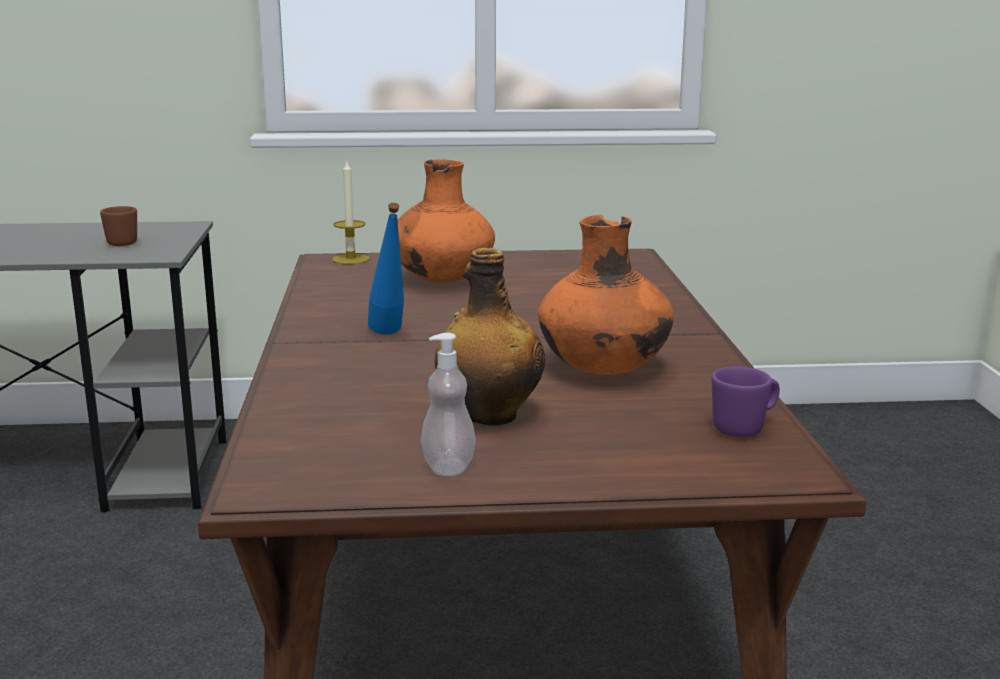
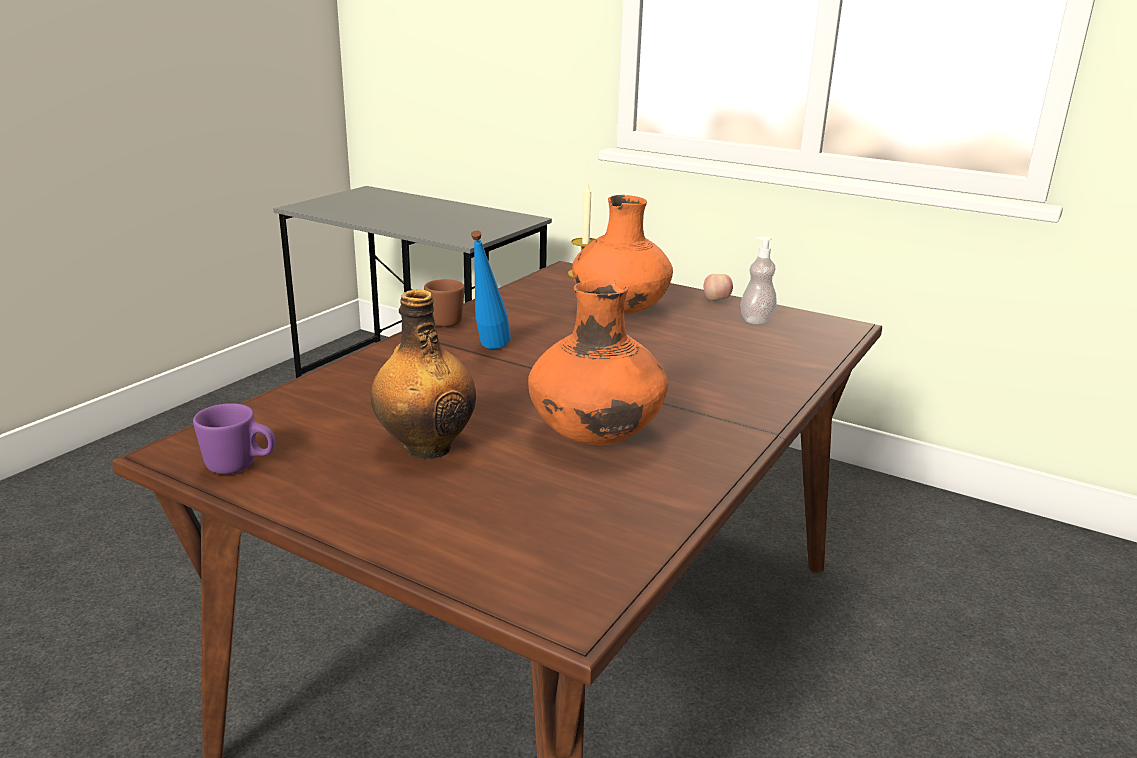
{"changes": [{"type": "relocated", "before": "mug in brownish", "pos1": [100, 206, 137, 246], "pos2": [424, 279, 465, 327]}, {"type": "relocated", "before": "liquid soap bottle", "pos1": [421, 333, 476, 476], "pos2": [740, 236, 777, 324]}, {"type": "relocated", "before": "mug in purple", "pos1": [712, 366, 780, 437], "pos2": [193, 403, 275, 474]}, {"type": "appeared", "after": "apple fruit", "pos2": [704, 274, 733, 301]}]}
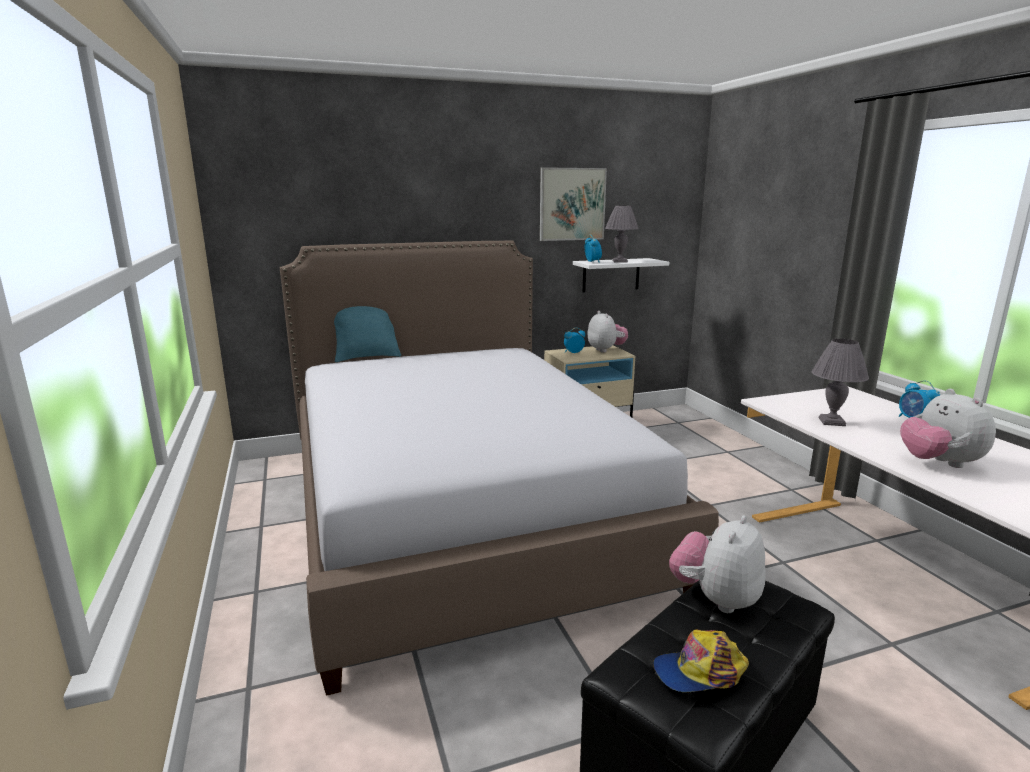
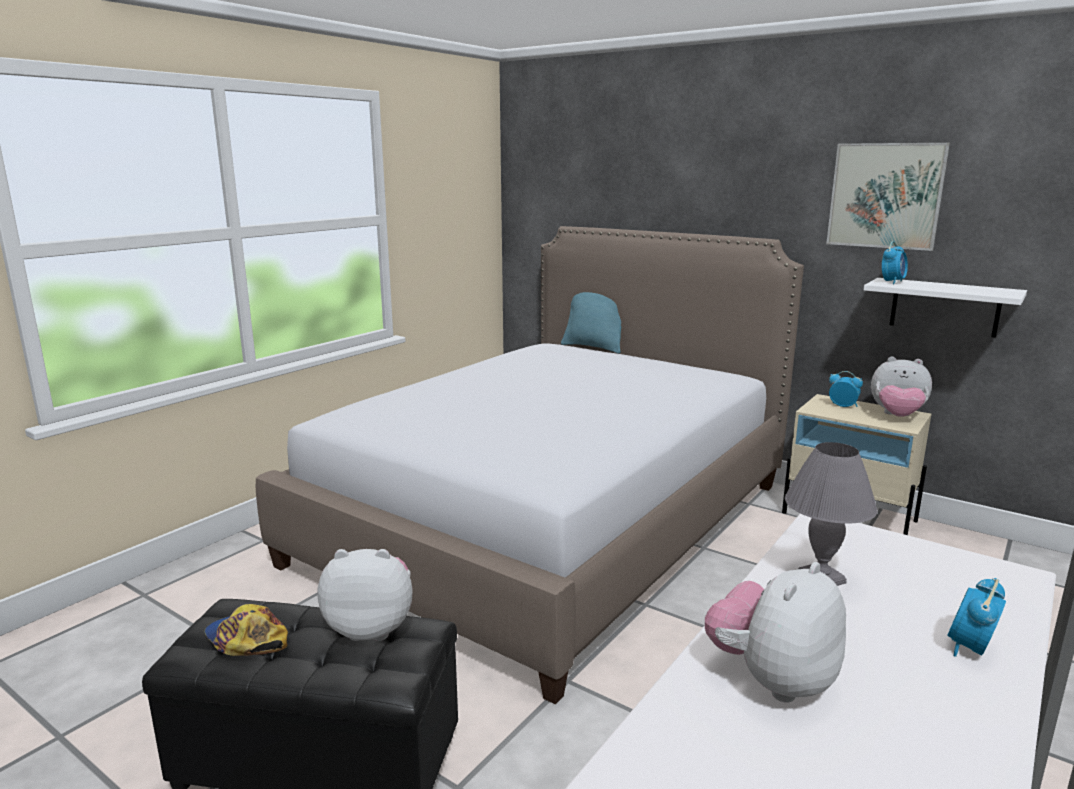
{"changes": [{"type": "spun", "before": "plush toy", "pos1": [587, 311, 628, 353], "pos2": [871, 357, 932, 417], "turn": 75}, {"type": "missing", "before": "table lamp in gray", "pos1": [605, 206, 639, 262]}]}
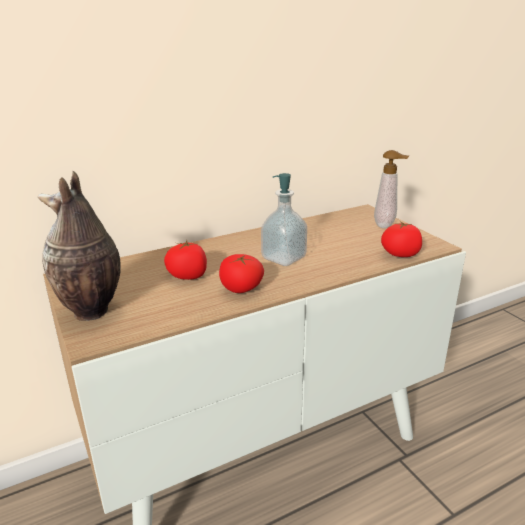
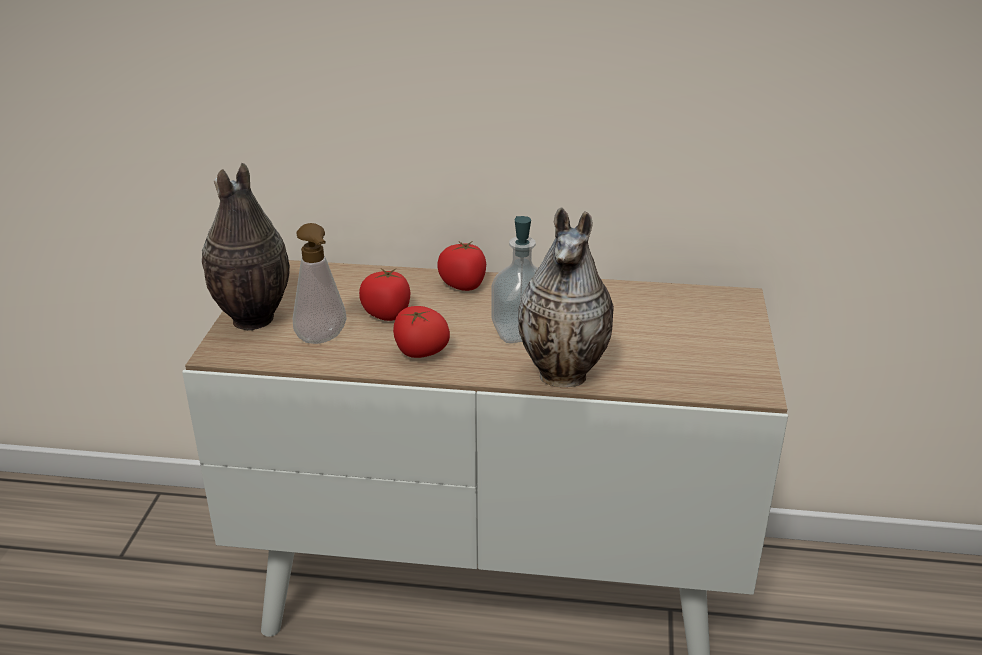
{"changes": [{"type": "relocated", "before": "liquid soap bottle", "pos1": [374, 150, 409, 228], "pos2": [293, 223, 347, 344]}, {"type": "relocated", "before": "whole tomato", "pos1": [381, 221, 422, 257], "pos2": [437, 241, 486, 291]}, {"type": "appeared", "after": "flower vase", "pos2": [518, 207, 614, 387]}]}
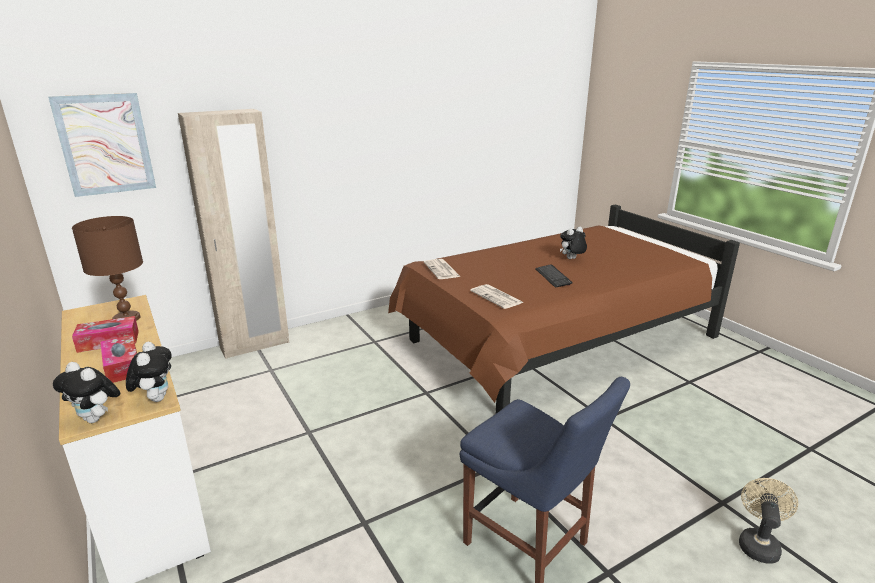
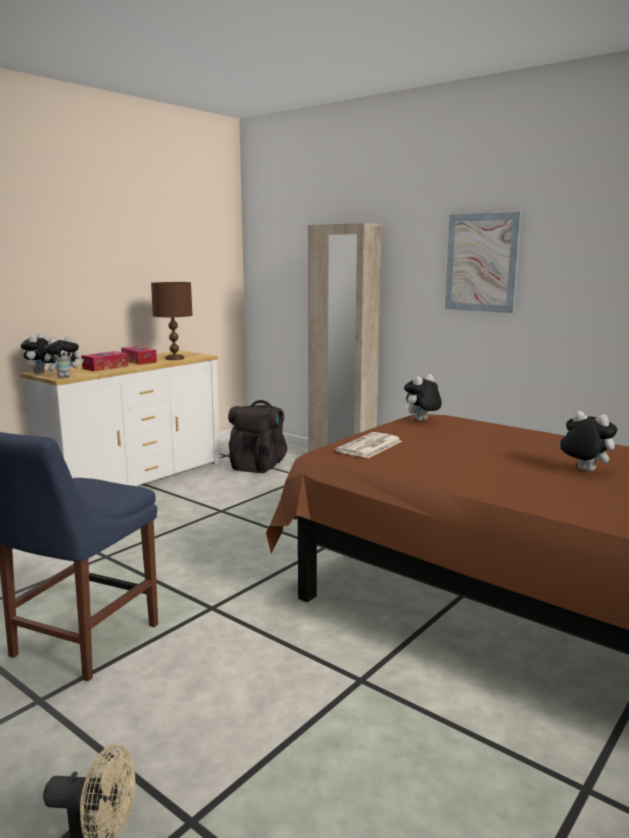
{"changes": [{"type": "relocated", "before": "wall picture", "pos1": [48, 93, 156, 197], "pos2": [445, 212, 521, 313]}, {"type": "exchanged", "before": "daily paper", "after": "plush toy", "pos1": [424, 259, 461, 279], "pos2": [404, 374, 442, 421]}, {"type": "missing", "before": "computer keyboard", "pos1": [535, 264, 573, 288]}, {"type": "appeared", "after": "rucksack in blackish", "pos2": [228, 400, 287, 473]}]}
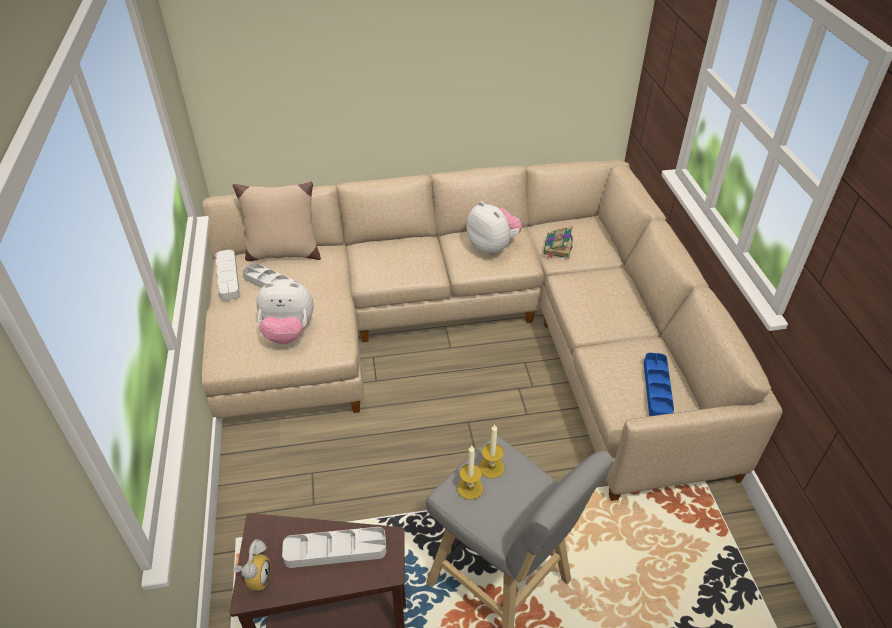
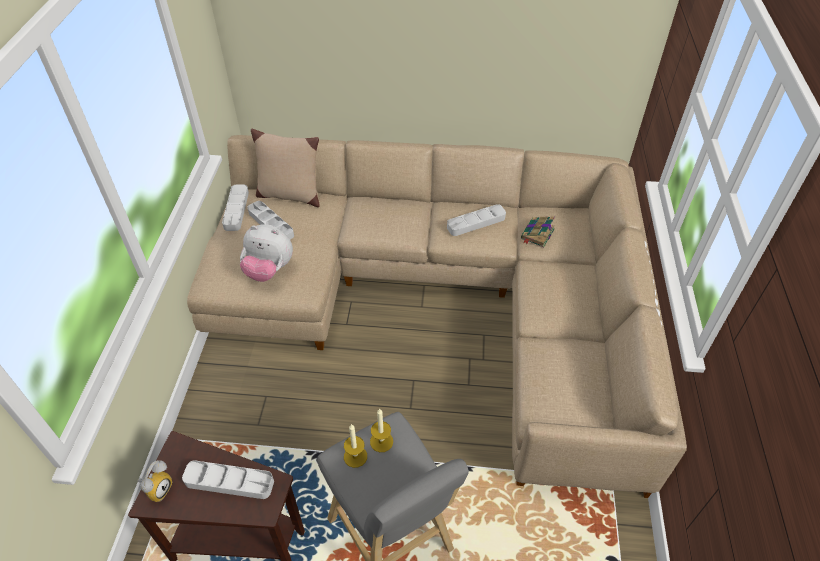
{"changes": [{"type": "exchanged", "before": "plush toy", "after": "carrying tray in gray", "pos1": [467, 201, 522, 255], "pos2": [447, 204, 506, 236]}, {"type": "missing", "before": "carrying tray in blue", "pos1": [644, 353, 674, 416]}]}
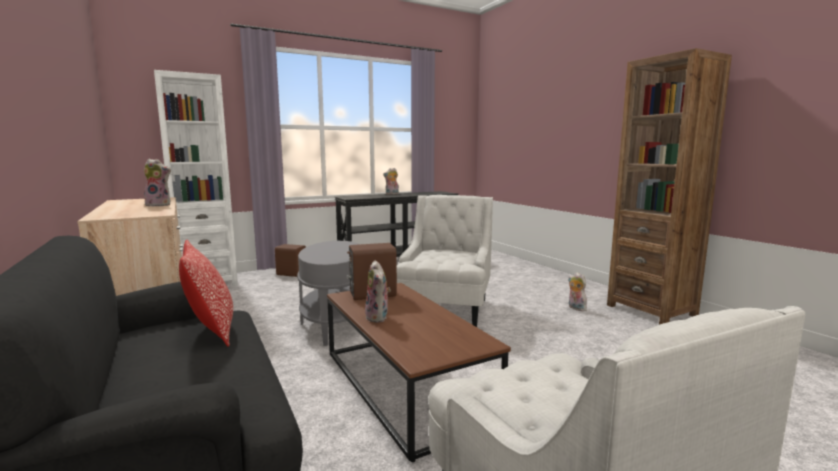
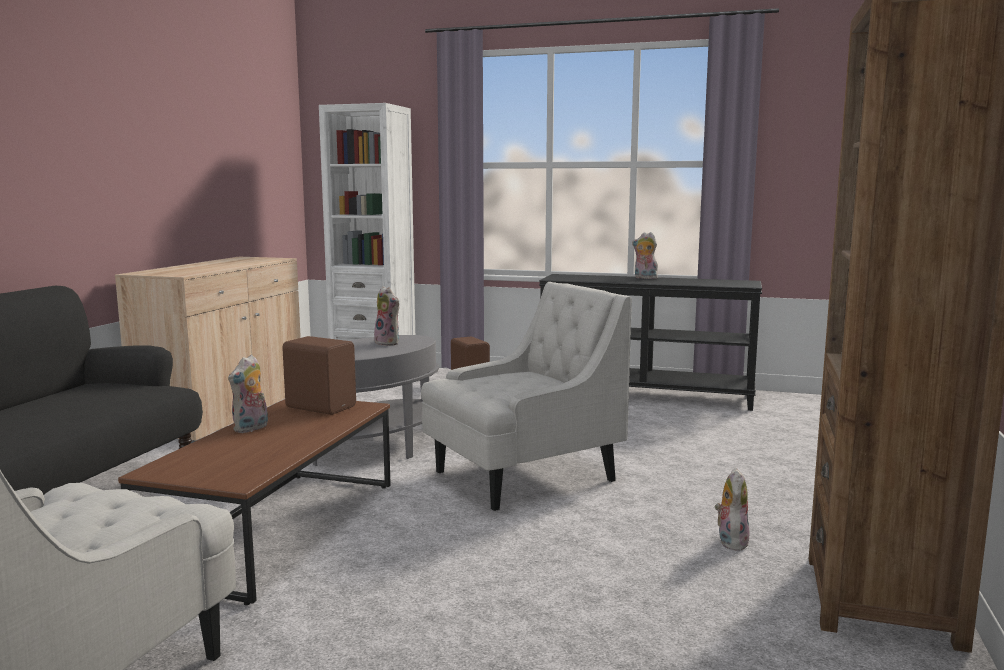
{"changes": [{"type": "relocated", "before": "plush toy", "pos1": [144, 159, 171, 206], "pos2": [374, 286, 399, 346]}, {"type": "missing", "before": "cushion", "pos1": [179, 240, 233, 347]}]}
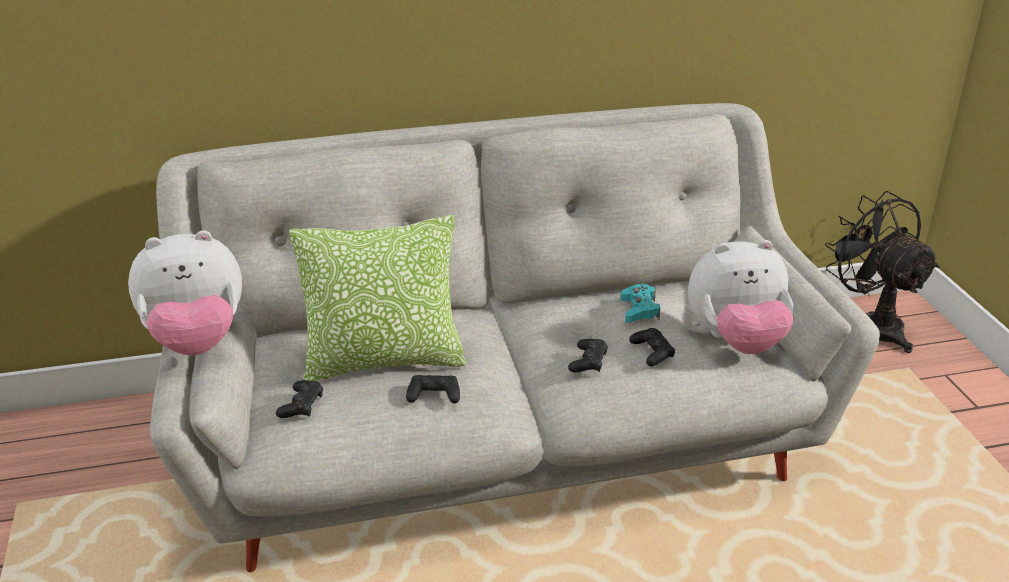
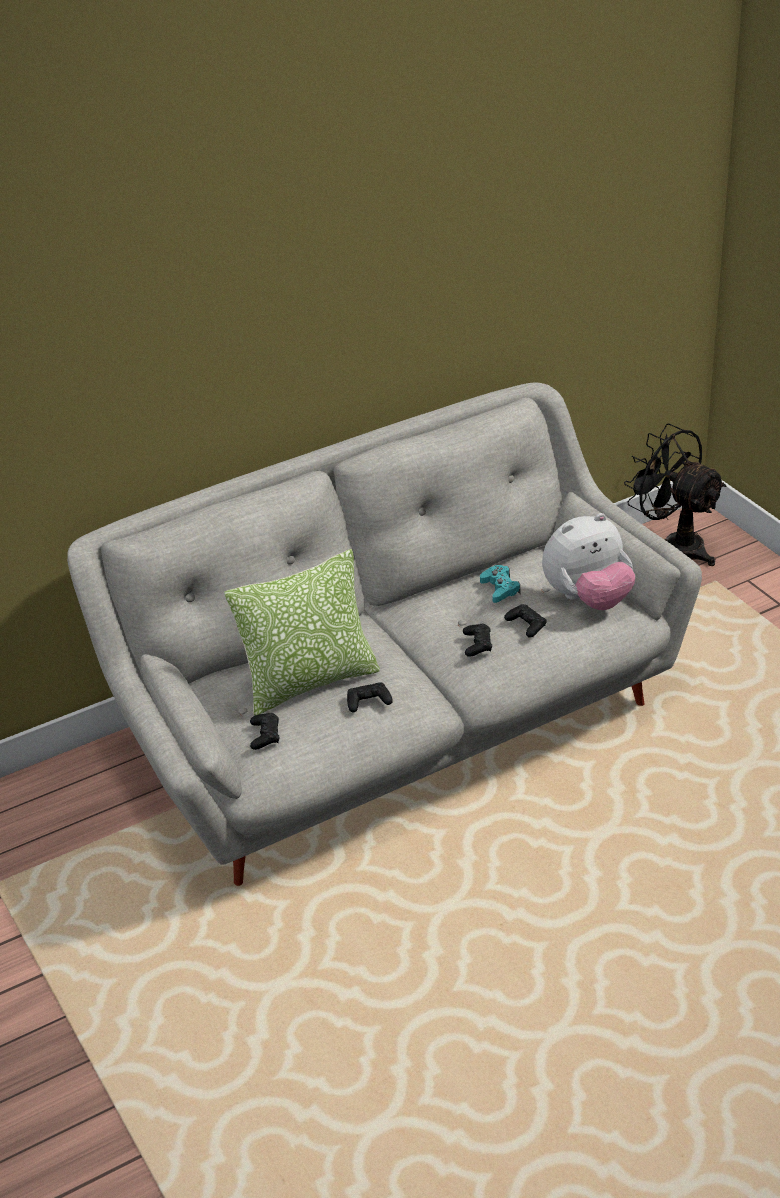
{"changes": [{"type": "missing", "before": "plush toy", "pos1": [128, 230, 242, 355]}]}
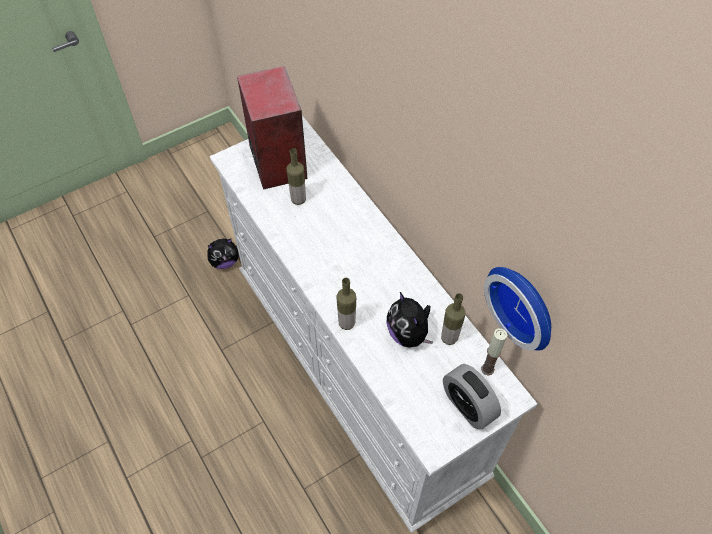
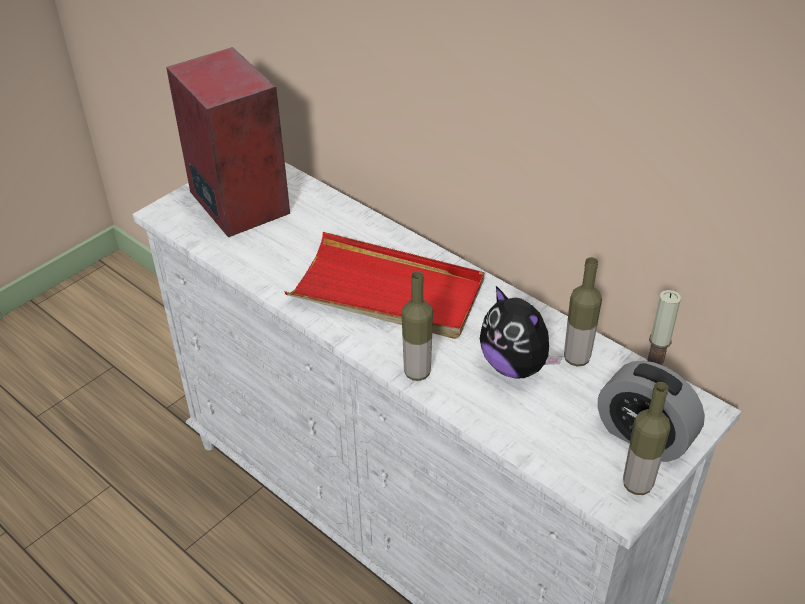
{"changes": [{"type": "missing", "before": "plush toy", "pos1": [207, 238, 239, 269]}, {"type": "relocated", "before": "beverage bottle", "pos1": [286, 148, 306, 205], "pos2": [623, 382, 670, 495]}, {"type": "missing", "before": "hanging clock", "pos1": [484, 267, 551, 350]}, {"type": "appeared", "after": "carrying tray in red-coloured", "pos2": [284, 232, 484, 339]}]}
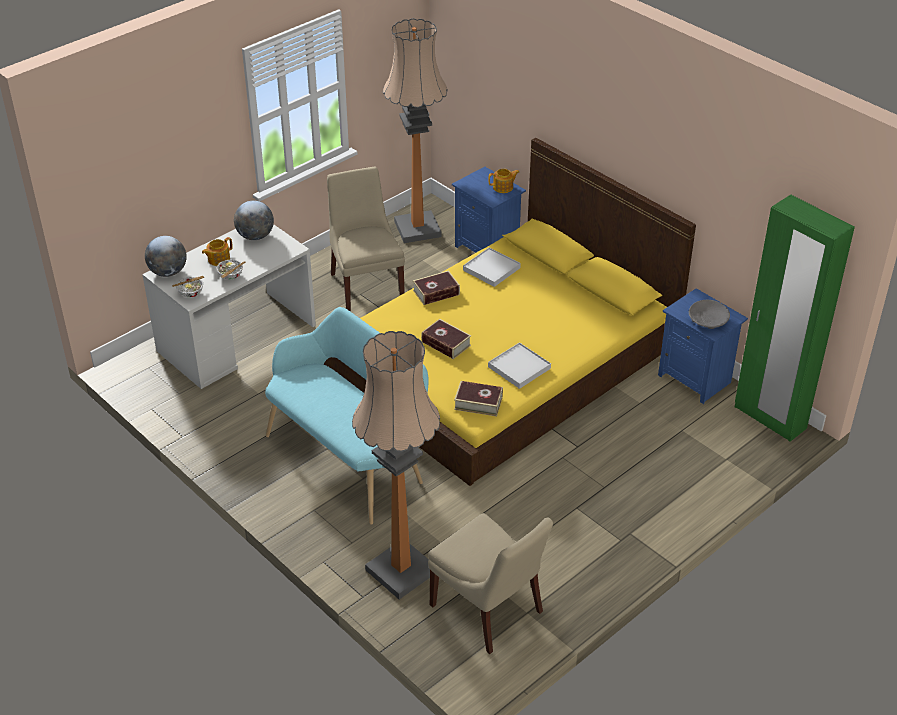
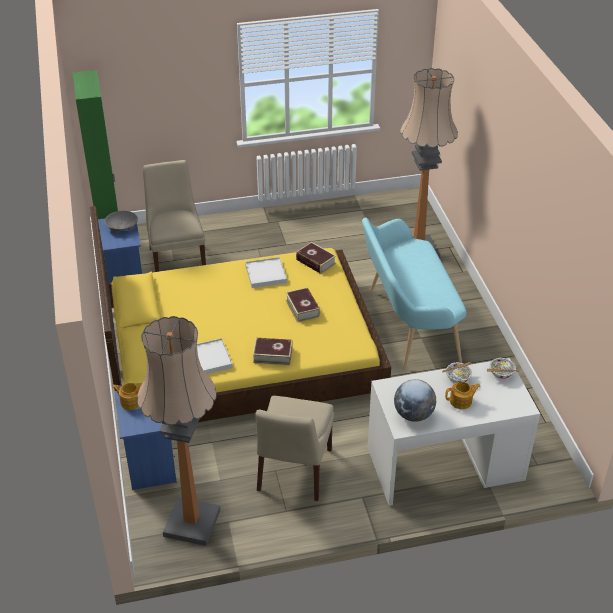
{"changes": [{"type": "missing", "before": "world globe", "pos1": [145, 236, 187, 277]}, {"type": "relocated", "before": "chair in sand-coloured", "pos1": [428, 513, 553, 654], "pos2": [143, 160, 206, 272]}]}
